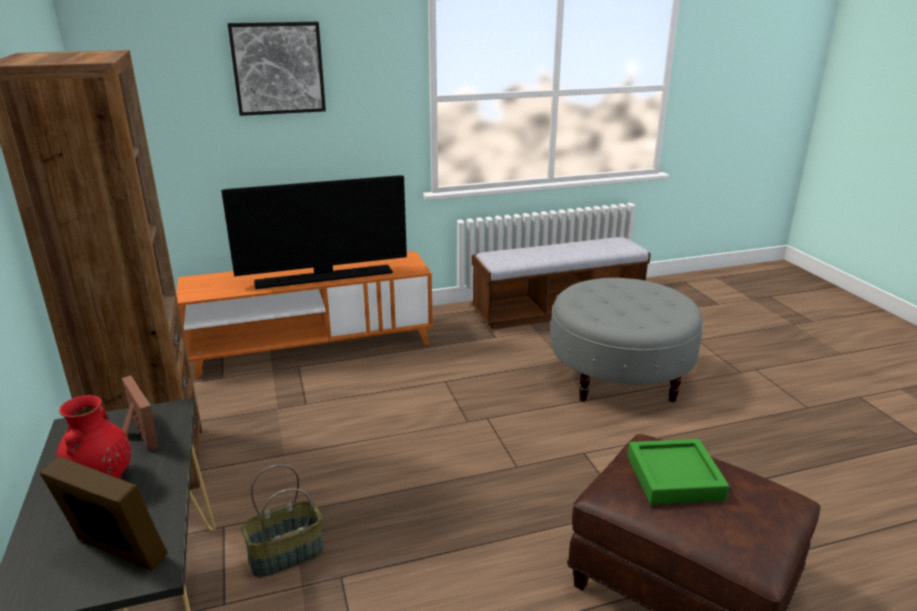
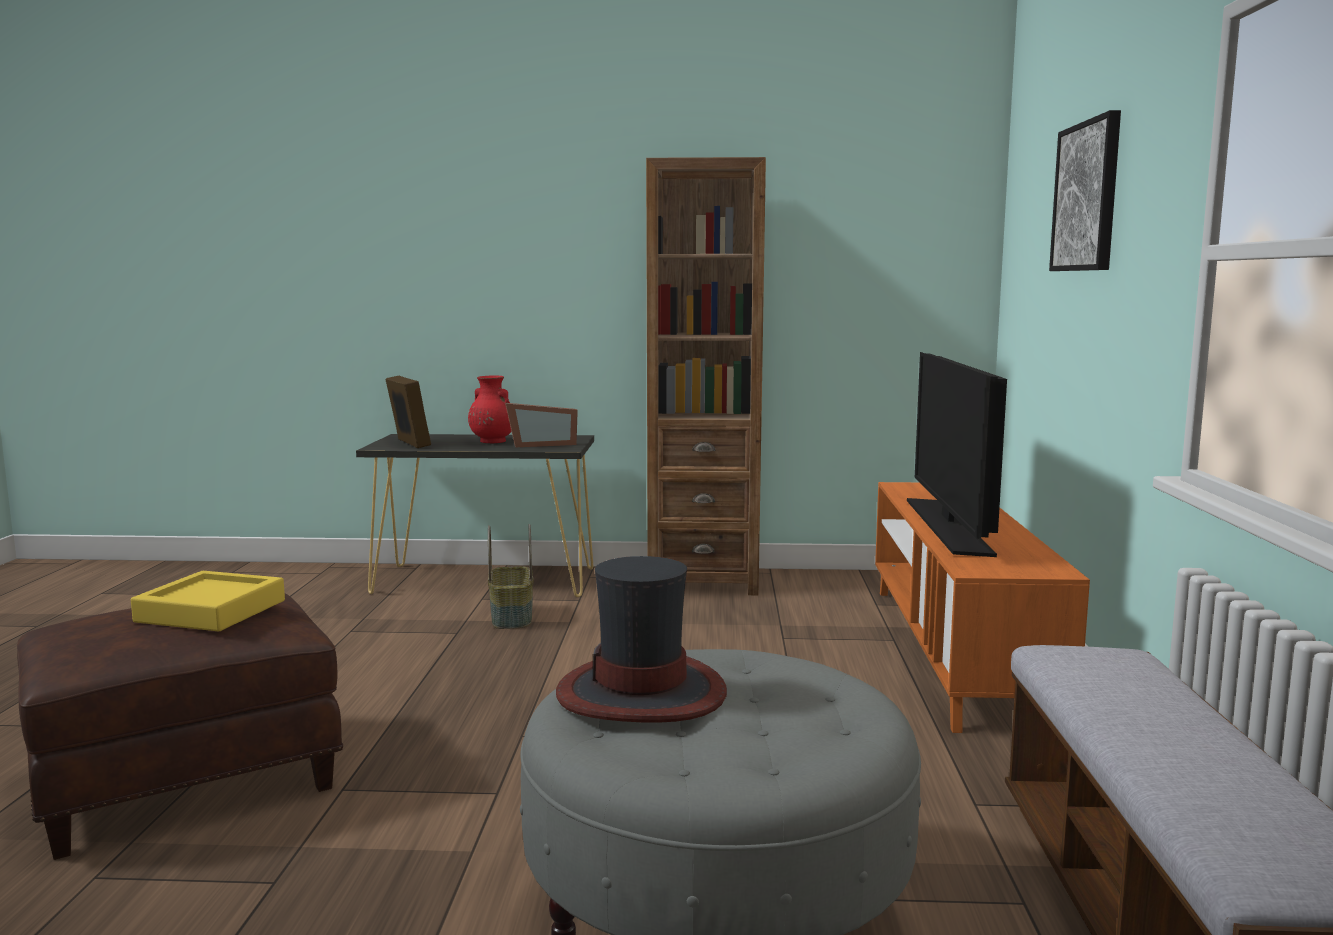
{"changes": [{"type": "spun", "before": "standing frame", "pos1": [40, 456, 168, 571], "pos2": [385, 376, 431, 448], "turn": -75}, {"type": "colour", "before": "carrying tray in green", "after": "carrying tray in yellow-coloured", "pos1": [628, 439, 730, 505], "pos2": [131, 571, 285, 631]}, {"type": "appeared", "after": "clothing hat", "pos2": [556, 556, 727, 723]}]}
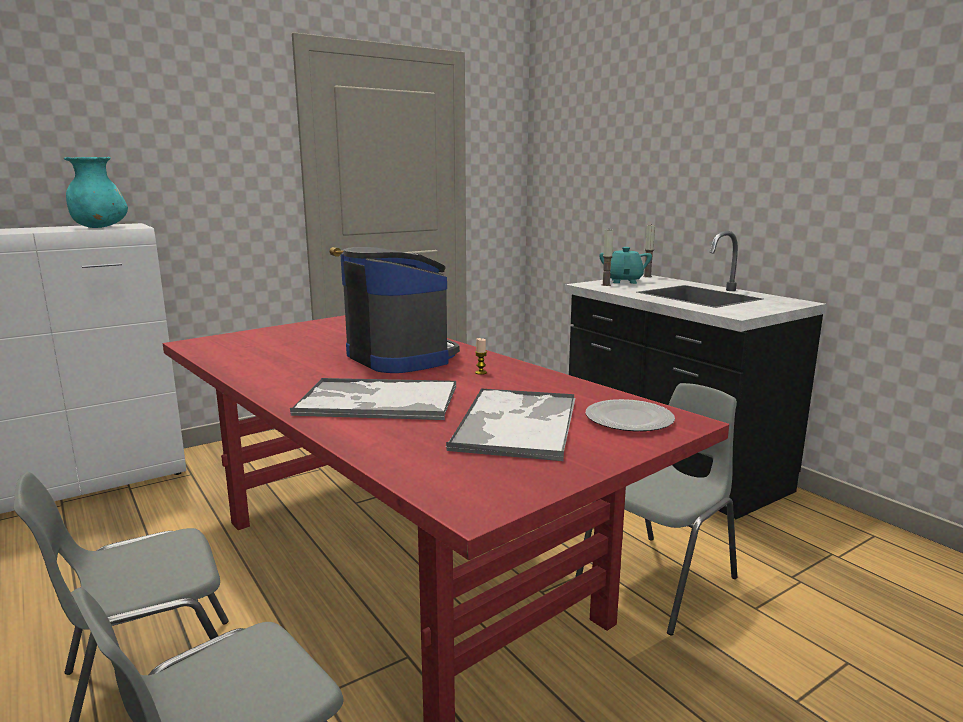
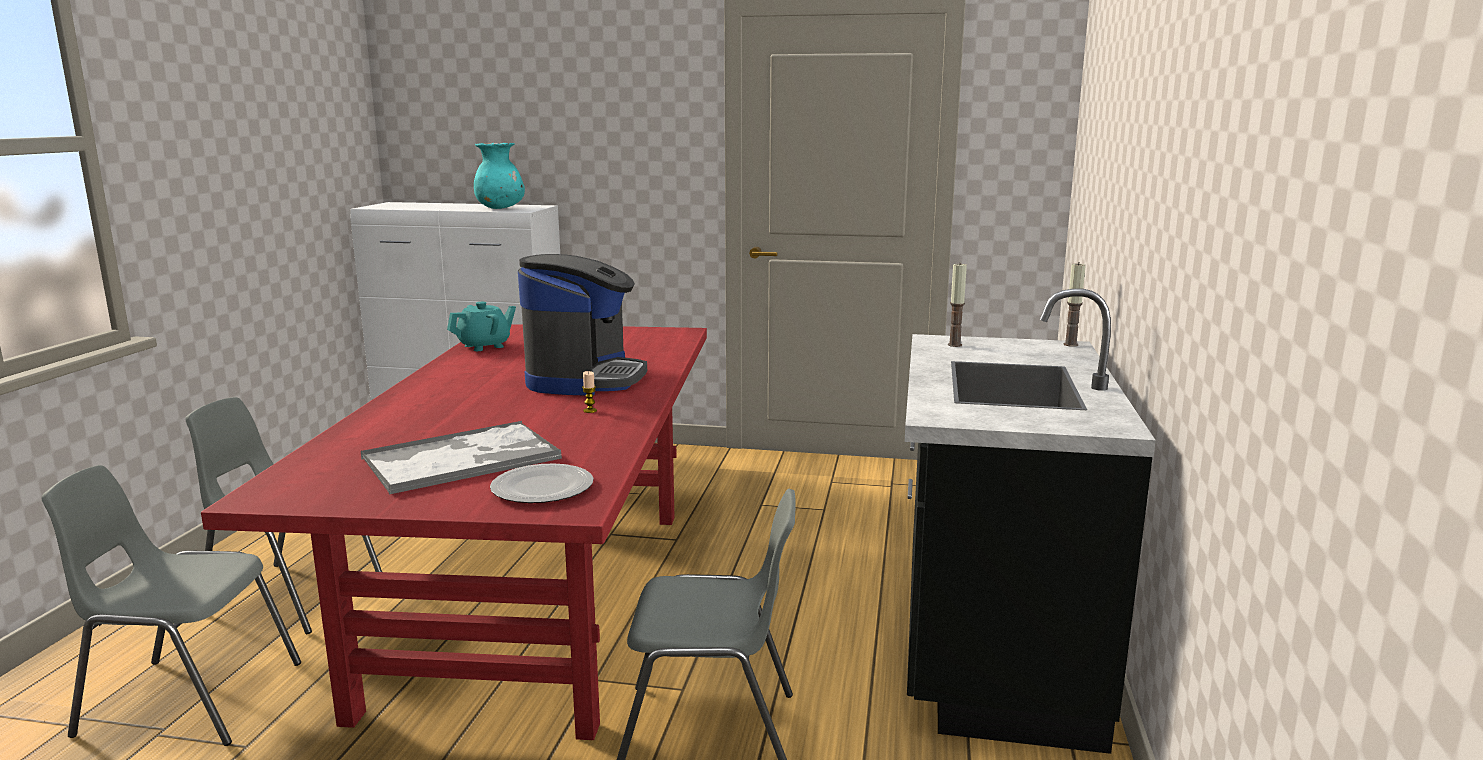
{"changes": [{"type": "missing", "before": "carrying tray", "pos1": [290, 378, 456, 420]}, {"type": "relocated", "before": "teapot in turquoise-coloured", "pos1": [599, 247, 652, 284], "pos2": [447, 302, 516, 351]}]}
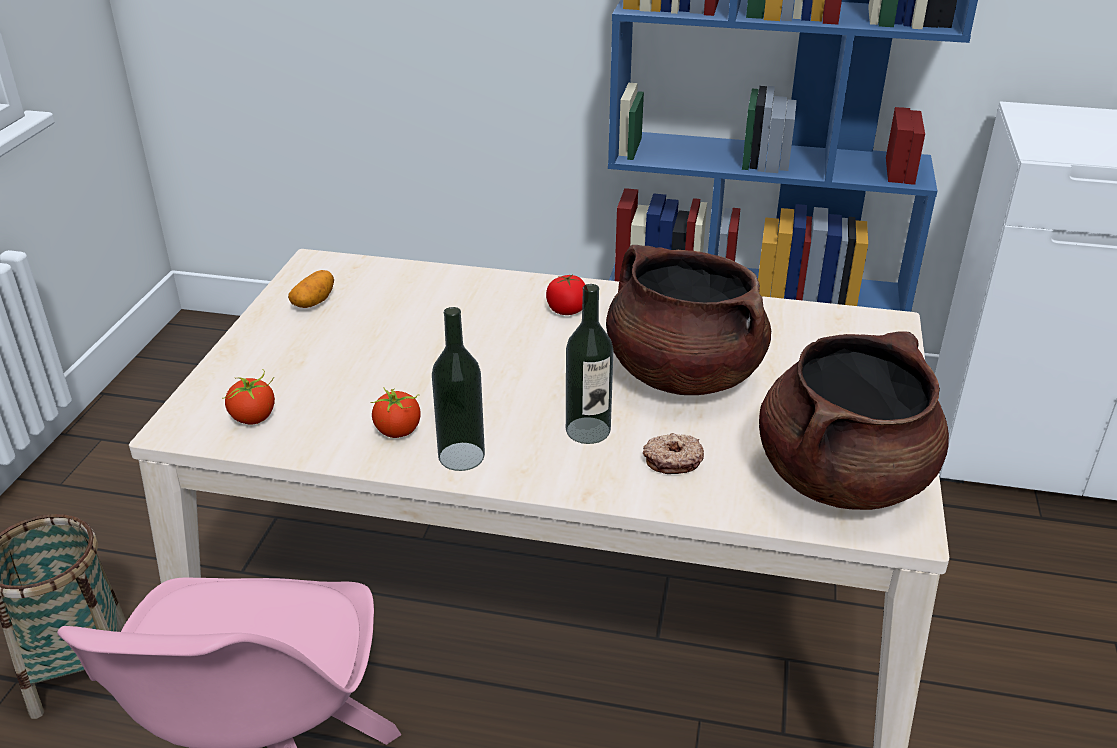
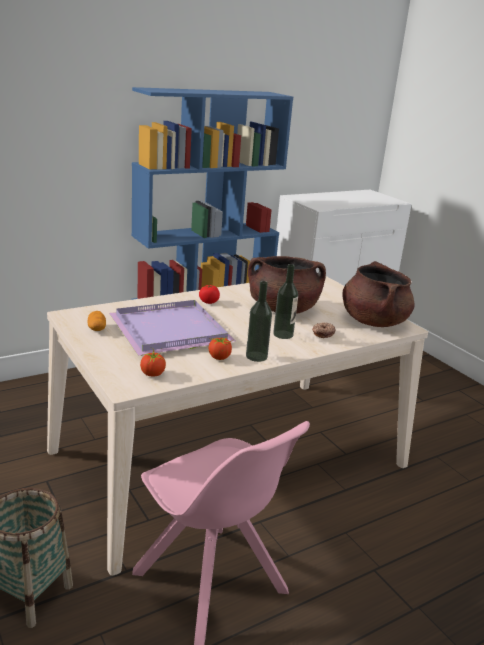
{"changes": [{"type": "appeared", "after": "carrying tray in purple", "pos2": [109, 300, 235, 355]}]}
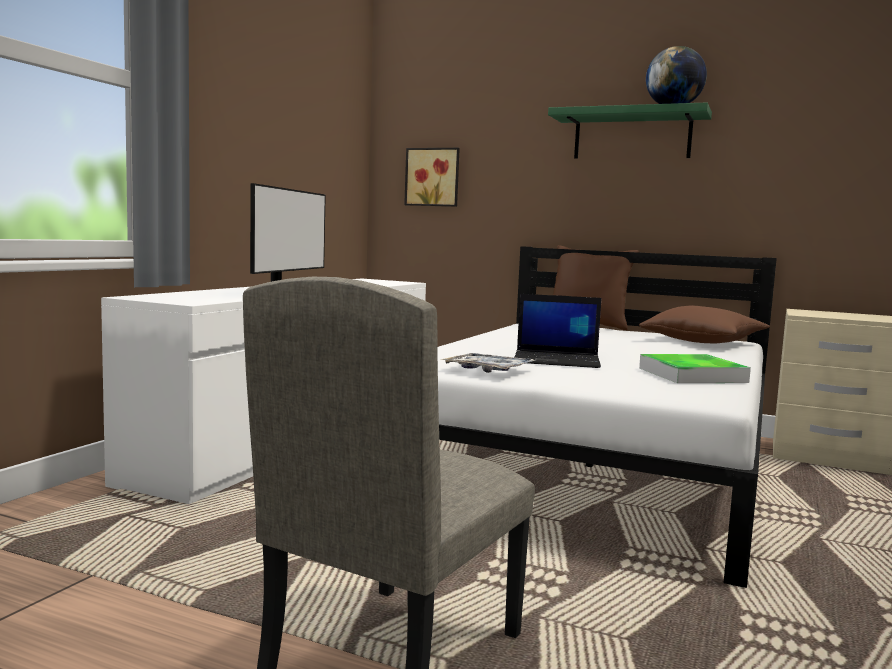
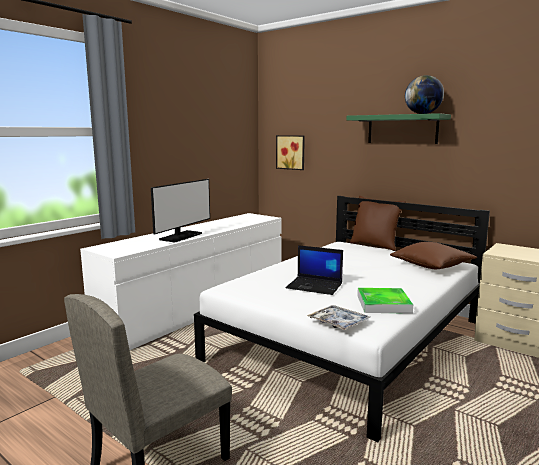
{"changes": [{"type": "relocated", "before": "carrying tray", "pos1": [441, 353, 536, 373], "pos2": [307, 305, 370, 330]}]}
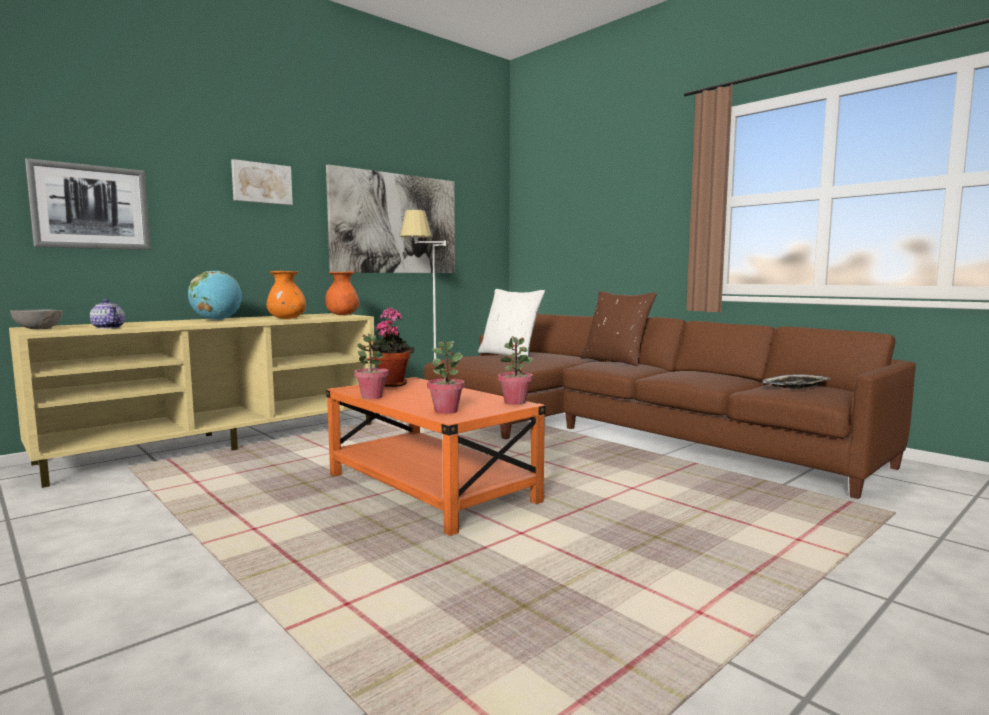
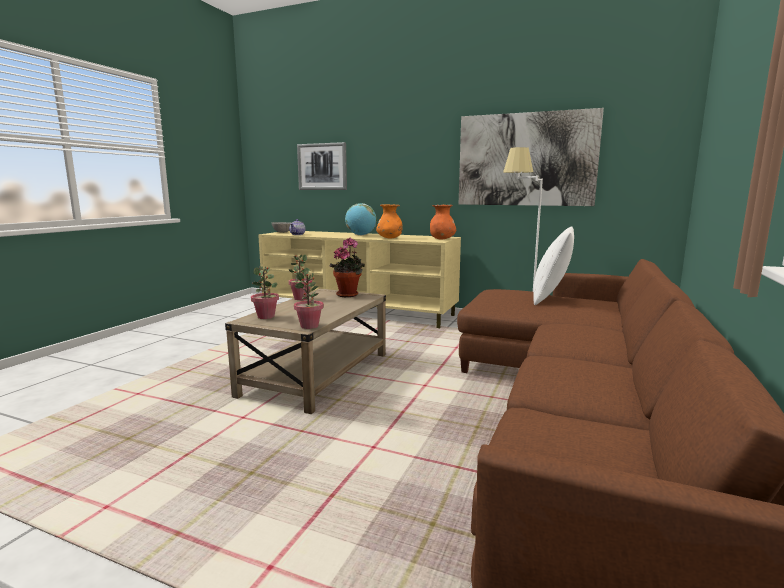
{"changes": [{"type": "missing", "before": "wall picture", "pos1": [231, 159, 293, 205]}, {"type": "colour", "before": "coffee table in orange-coloured", "after": "coffee table in sand-coloured", "pos1": [326, 377, 546, 536], "pos2": [225, 289, 386, 414]}, {"type": "missing", "before": "cushion in brownish", "pos1": [581, 291, 657, 366]}, {"type": "missing", "before": "carrying tray", "pos1": [762, 374, 831, 389]}]}
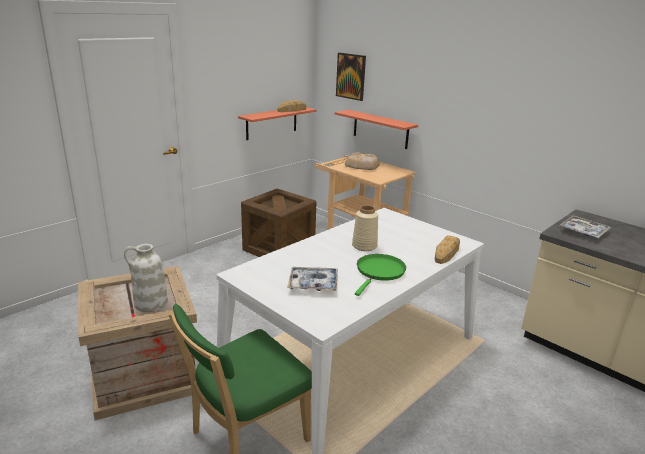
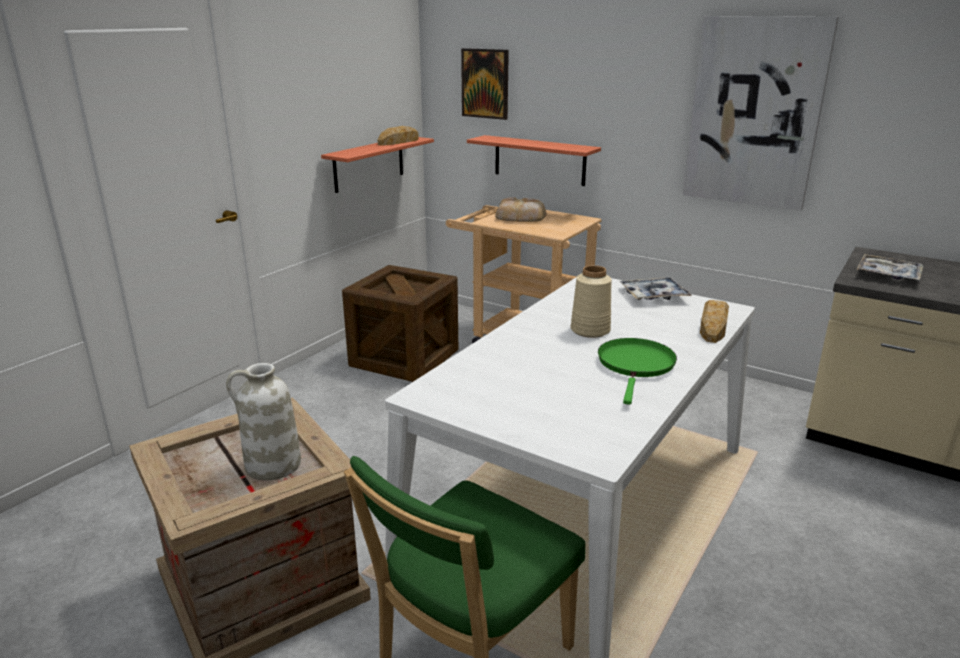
{"changes": [{"type": "relocated", "before": "carrying tray", "pos1": [287, 267, 338, 291], "pos2": [620, 277, 692, 300]}, {"type": "appeared", "after": "wall picture", "pos2": [683, 16, 839, 211]}]}
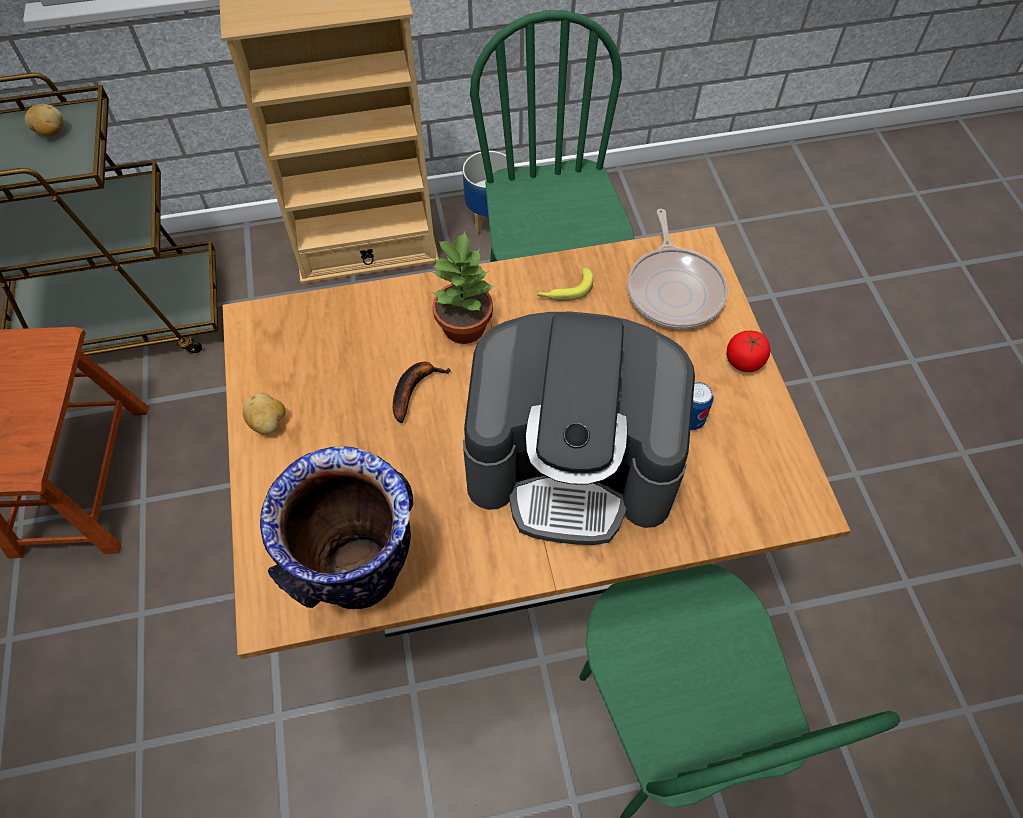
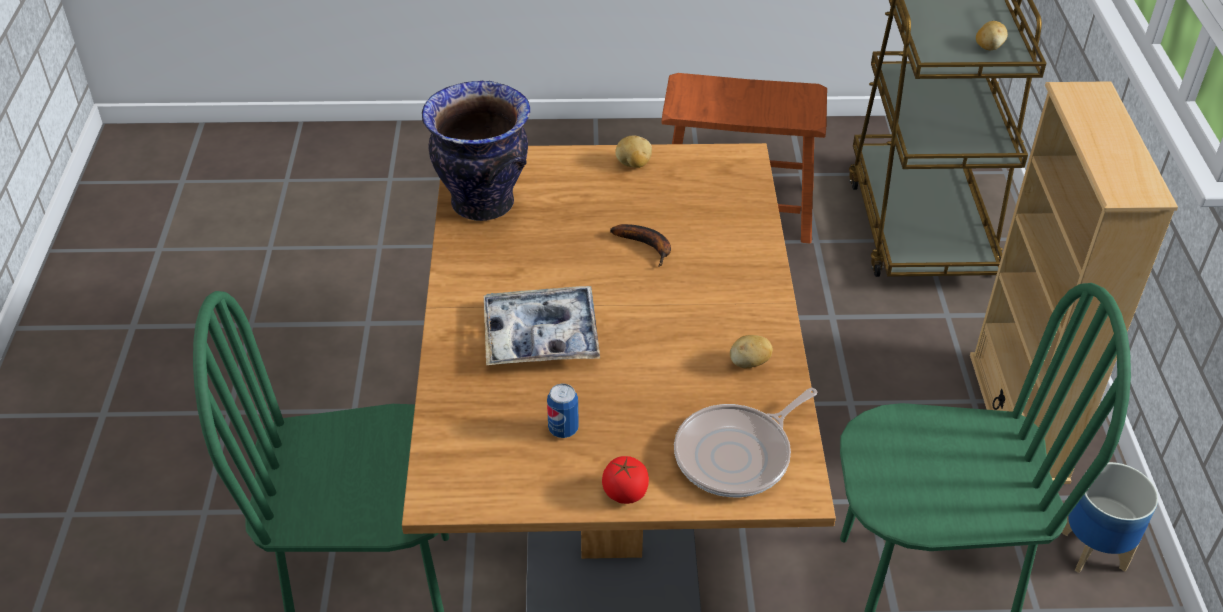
{"changes": [{"type": "missing", "before": "plant in a pot", "pos1": [432, 232, 494, 344]}, {"type": "exchanged", "before": "coffee machine", "after": "carrying tray", "pos1": [463, 312, 695, 545], "pos2": [484, 286, 600, 365]}, {"type": "exchanged", "before": "whole banana", "after": "spud", "pos1": [537, 268, 593, 301], "pos2": [730, 335, 772, 368]}, {"type": "spun", "before": "skillet", "pos1": [627, 209, 728, 329], "pos2": [674, 388, 817, 497], "turn": -45}]}
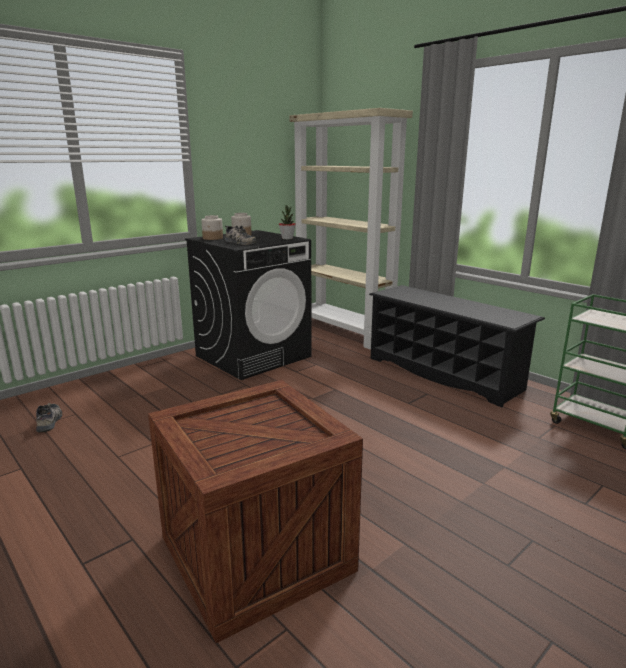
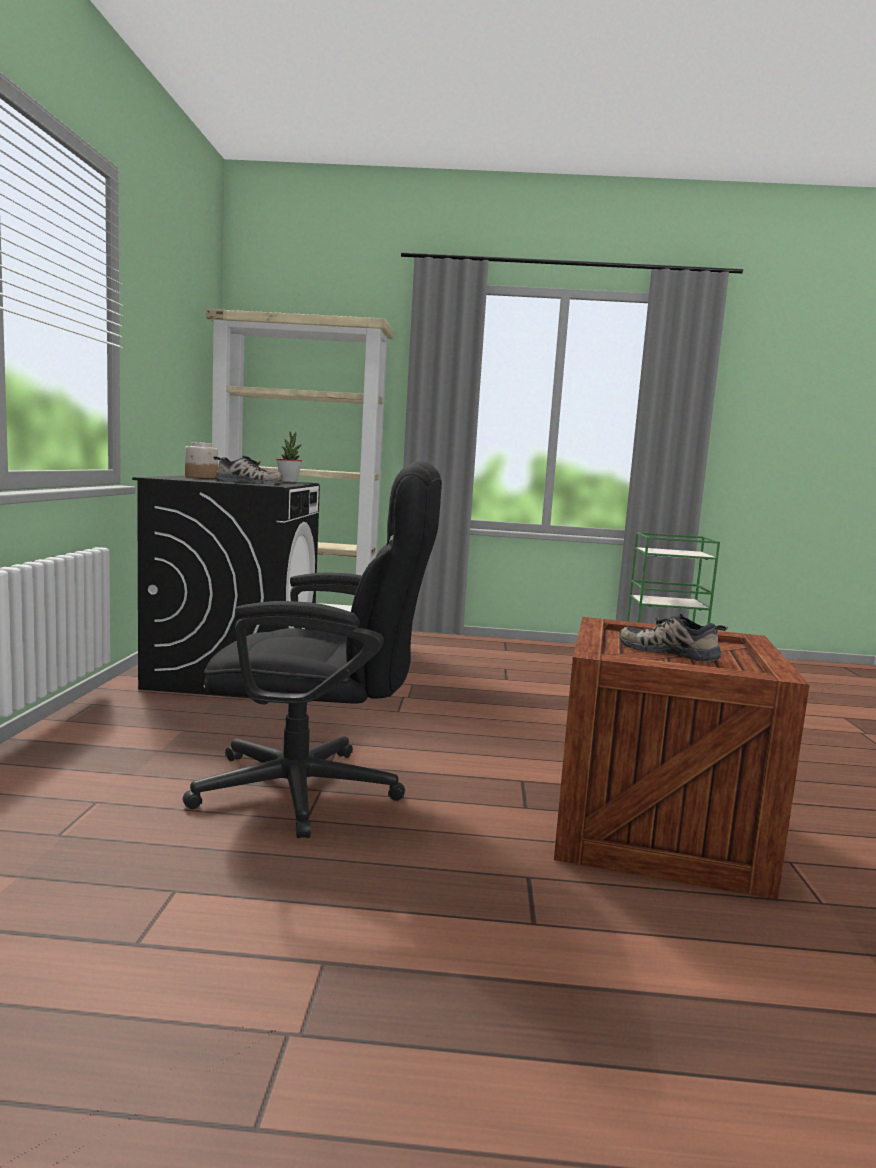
{"changes": [{"type": "relocated", "before": "item of footwear", "pos1": [36, 403, 62, 432], "pos2": [620, 614, 728, 662]}, {"type": "missing", "before": "jar", "pos1": [201, 215, 223, 240]}, {"type": "missing", "before": "shoe shelf in blackish", "pos1": [369, 285, 545, 407]}, {"type": "appeared", "after": "computer chair in blackish", "pos2": [183, 461, 442, 838]}]}
